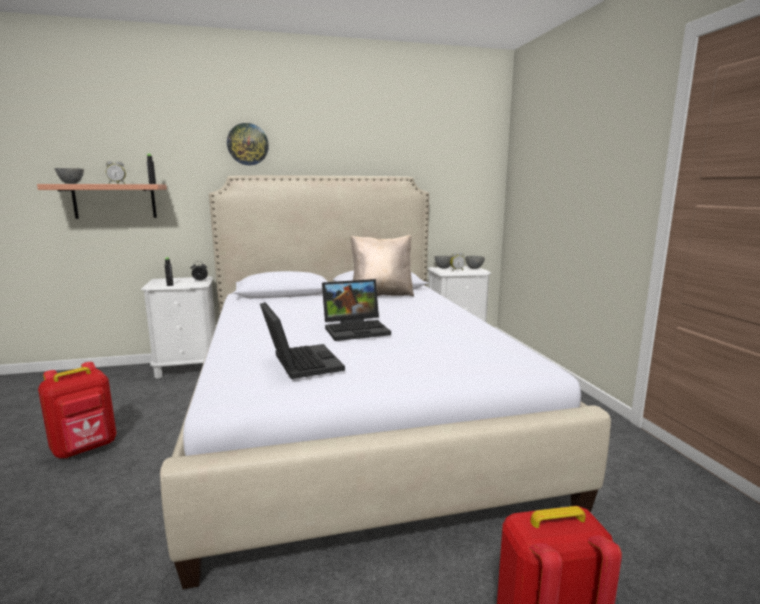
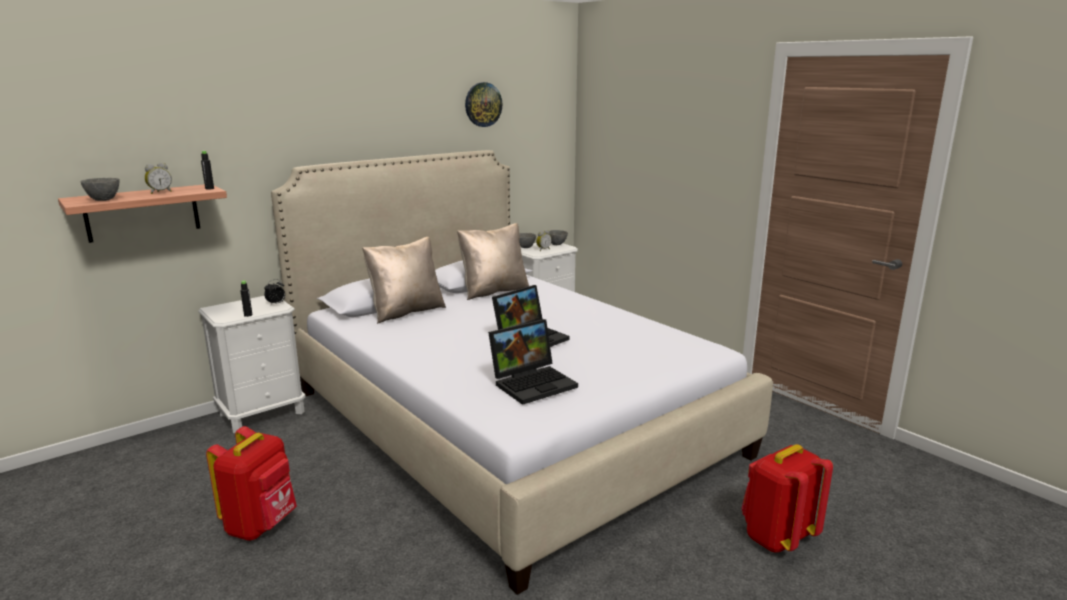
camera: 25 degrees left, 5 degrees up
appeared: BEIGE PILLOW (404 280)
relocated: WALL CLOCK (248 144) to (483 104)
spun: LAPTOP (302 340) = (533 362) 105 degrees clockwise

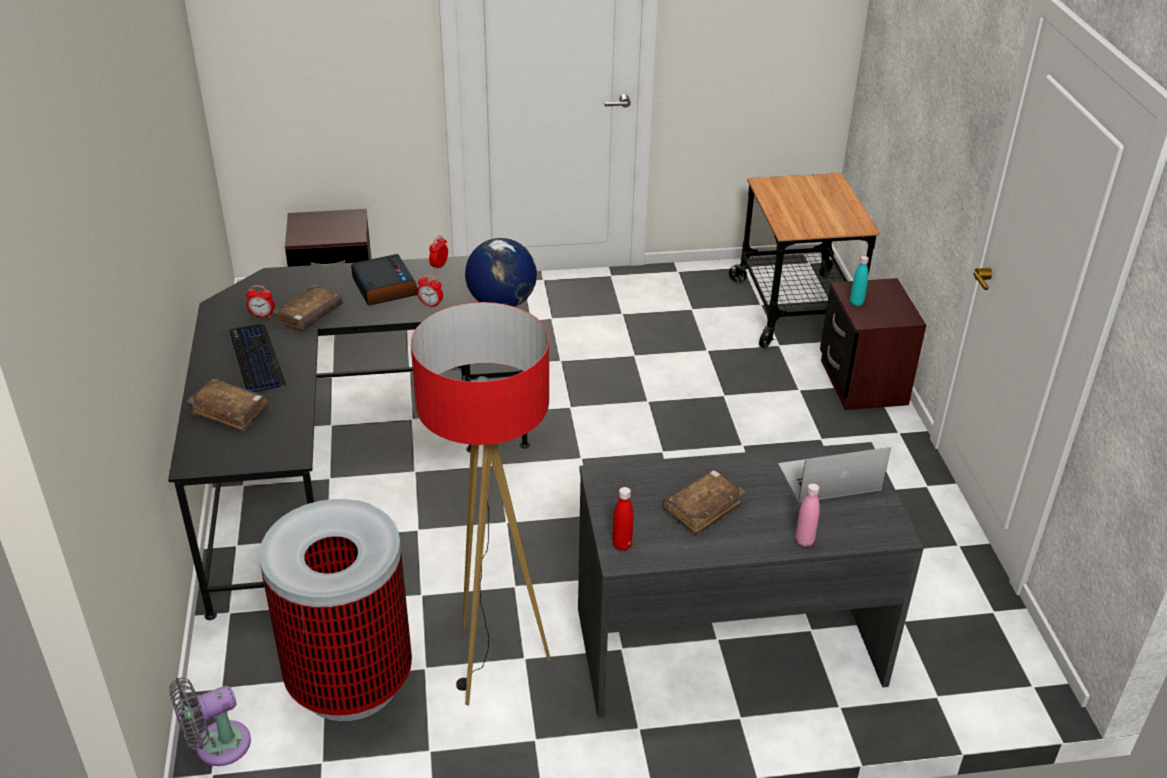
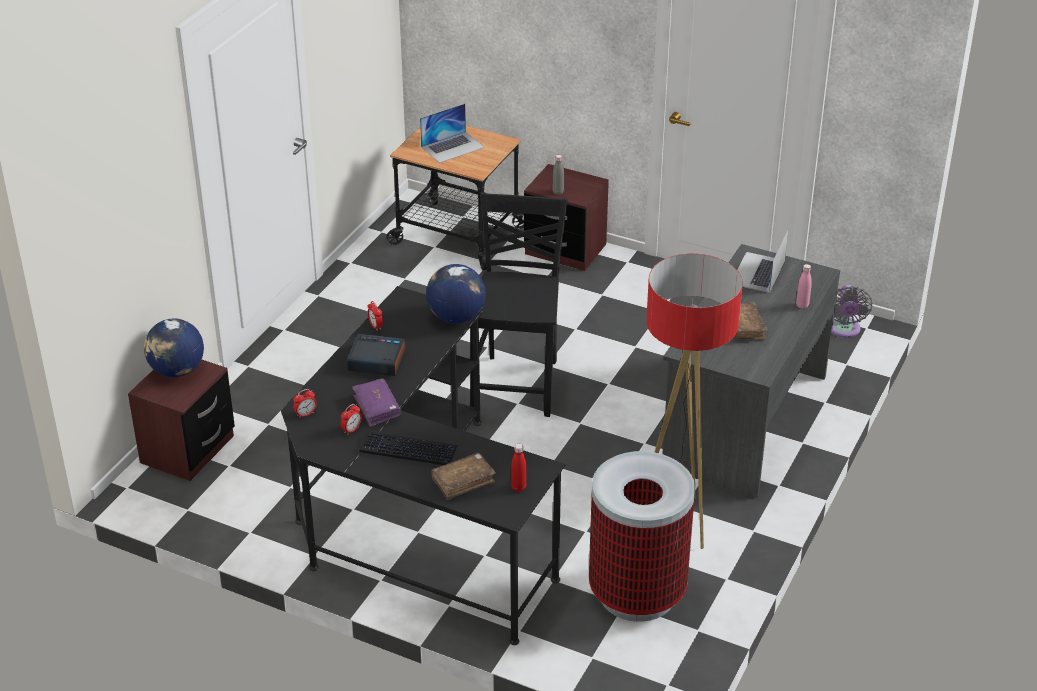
camera: 55 degrees left, 0 degrees up
appeared: GLOBE (174 348); LAPTOP (452 133); BLACK CHAIR (519 304)
relocated: GREY FAN (210 721) to (852 311); ALARM CLOCK (430 291) to (305 403); RED BOTTLE (623 519) to (518 468)
colour: BROWN BOOK (308 307) to PURPLE BOOK (376 403); TURQUOISE BOTTLE (859 281) to GREY BOTTLE (558 175)

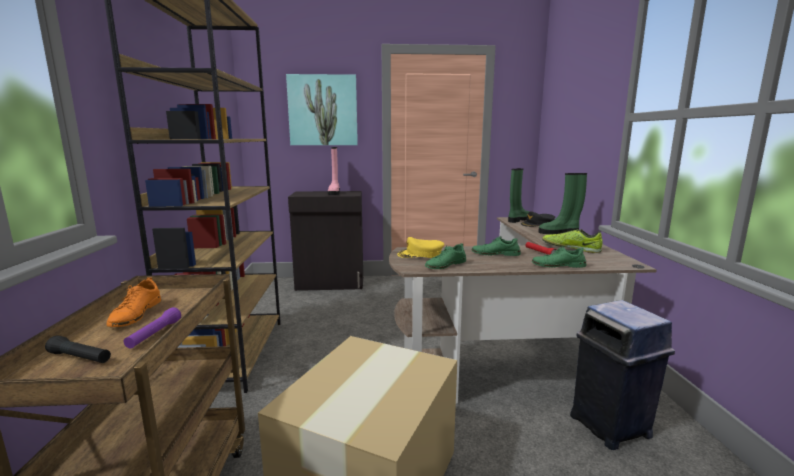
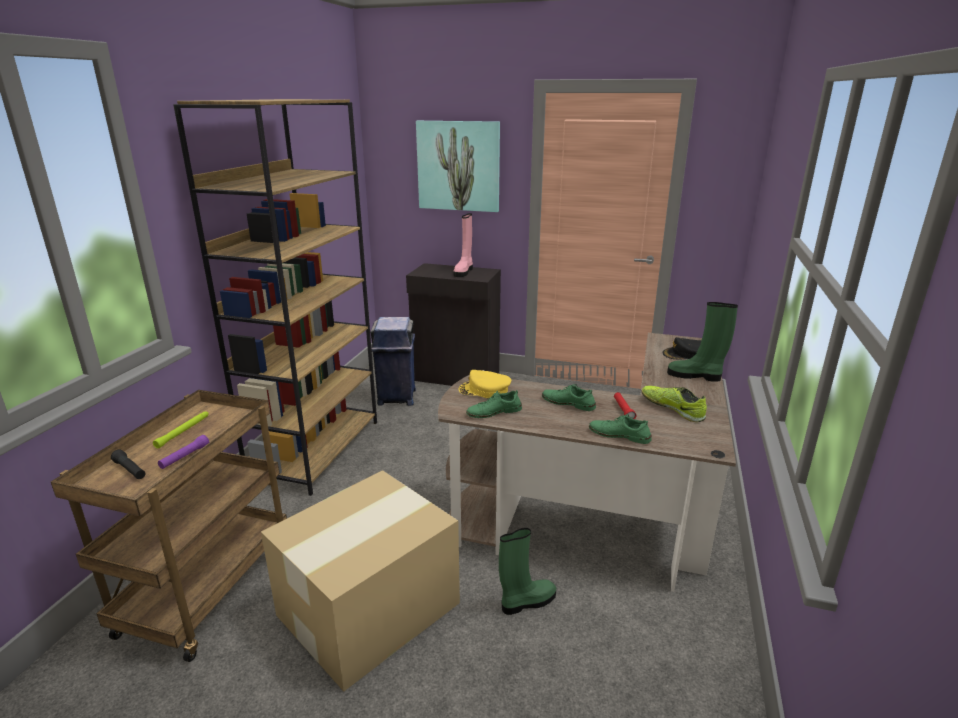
camera: 20 degrees right, 10 degrees up
relocated: GREEN BOOT (518 195) to (527 571); BLUE TRASH CAN (622 375) to (393 361)
exchanged: ORANGE SHOE (134 302) to GREEN FLASHLIGHT (180 430)

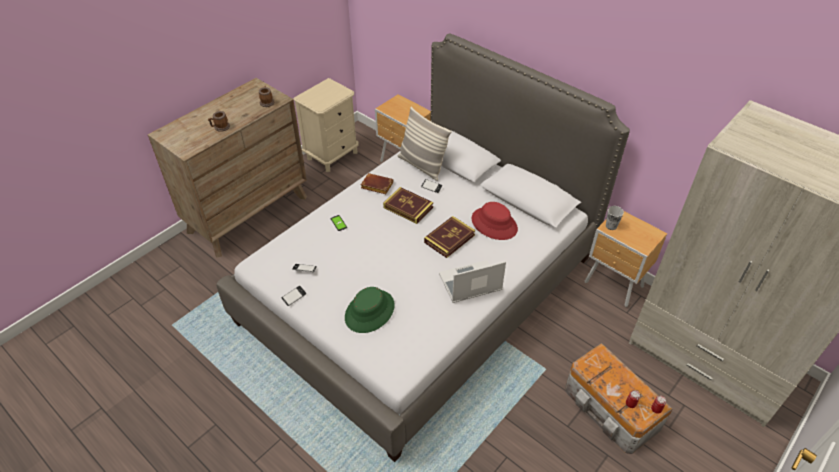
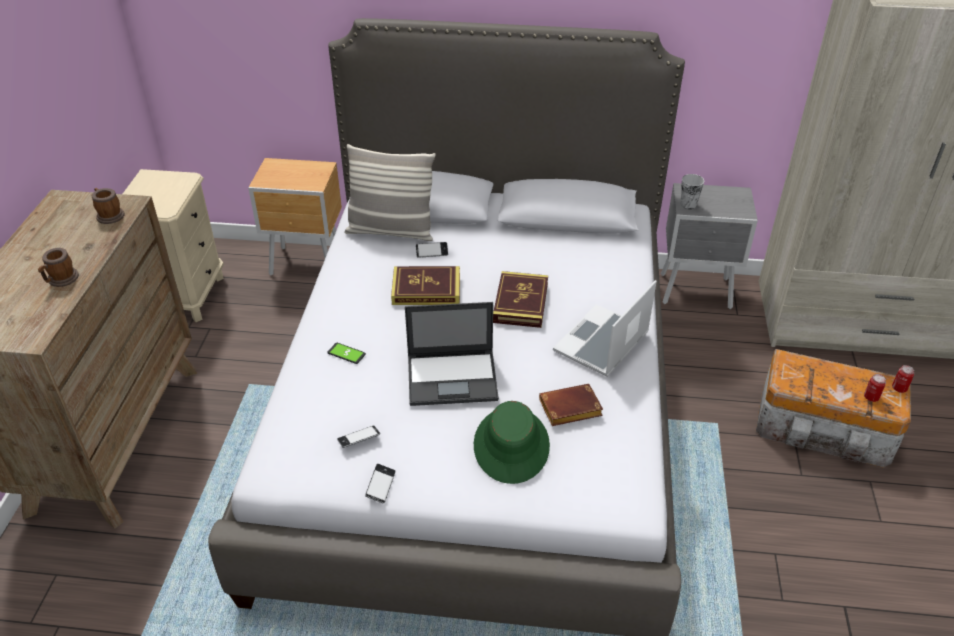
camera: 35 degrees left, 5 degrees down
missing: RED HAT (494 221)
appeared: LAPTOP (452 354)
relocated: BROWN BOOK (377 183) to (571 405)
colour: BROWN NIGHTSTAND (626 259) to GREY NIGHTSTAND (709 246)

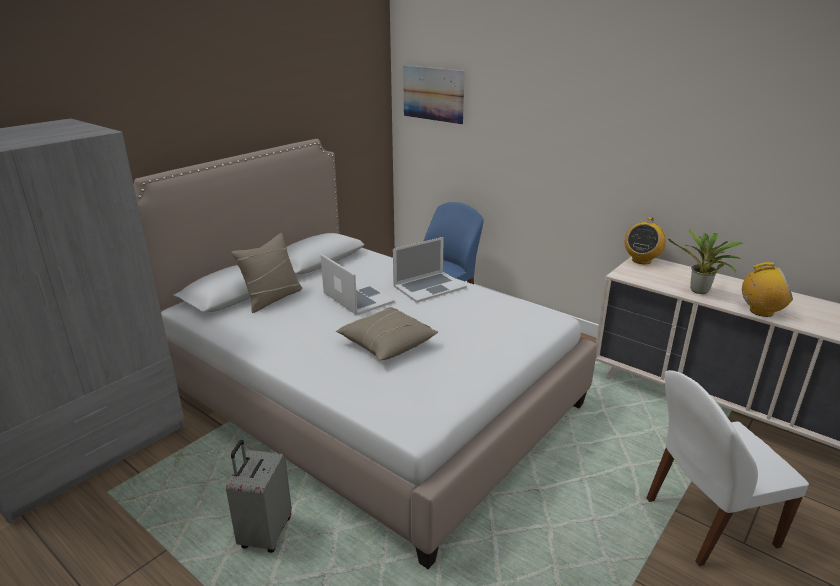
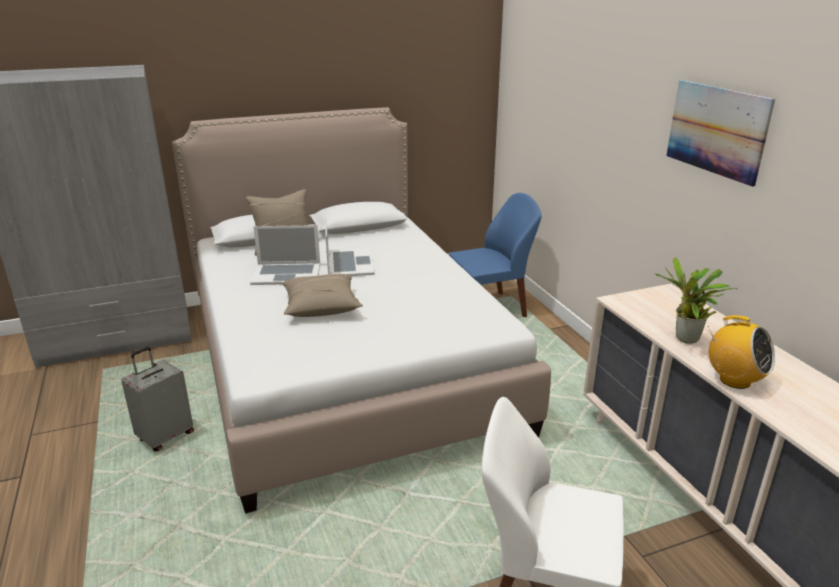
camera: 30 degrees right, 0 degrees up
missing: RADIO (645 240)
relocated: LAPTOP (430 270) to (285 255); PICTURE (434 95) to (720 133)

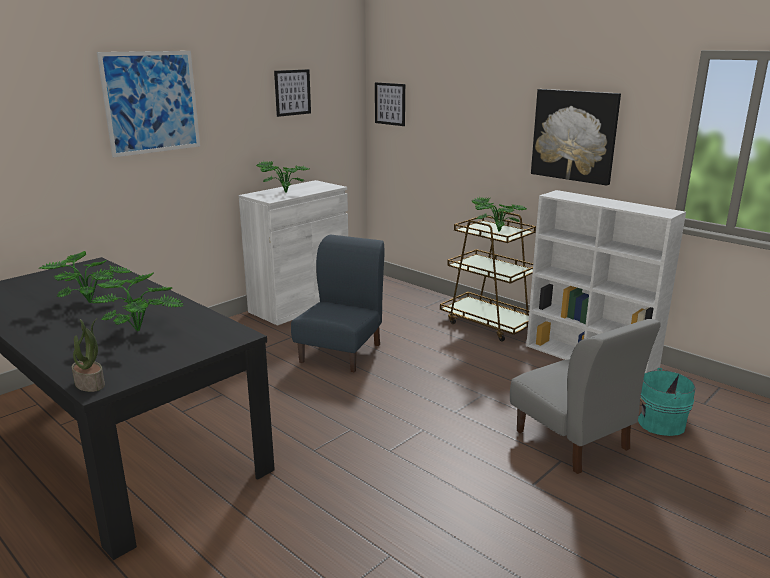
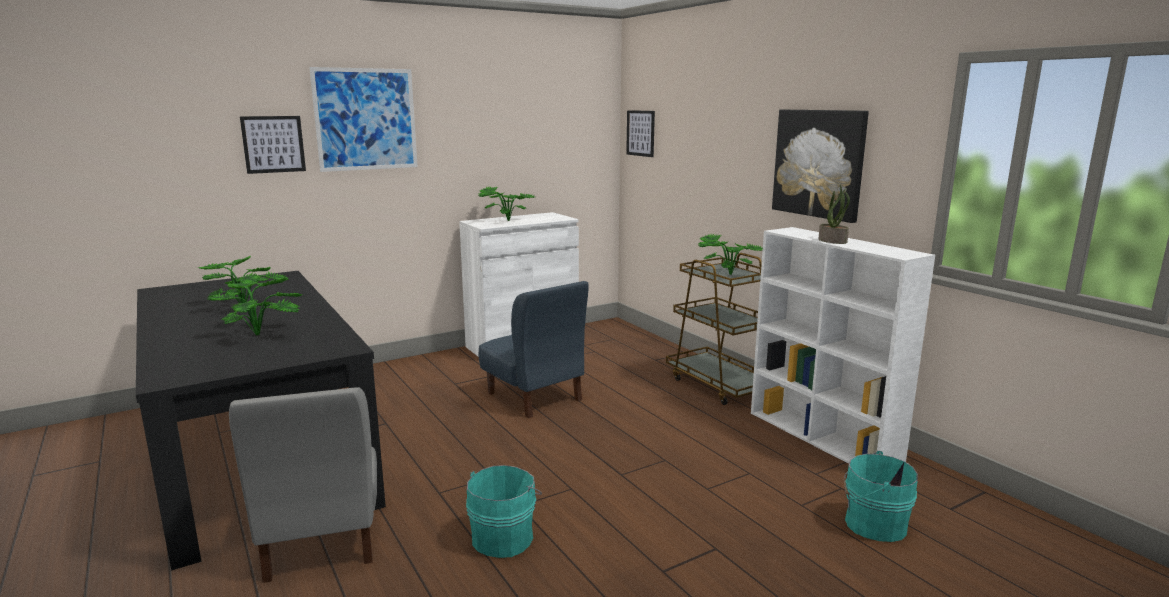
camera: 15 degrees right, 5 degrees down
appeared: TURQUOISE BUCKET (504 511)
relocated: POTTED PLANT (88 355) to (834 214); PICTURE (292 93) to (273 145); GREY CHAIR (585 396) to (303 485)
spun: BLUE CHAIR (337 303) = (534 349) 105 degrees clockwise

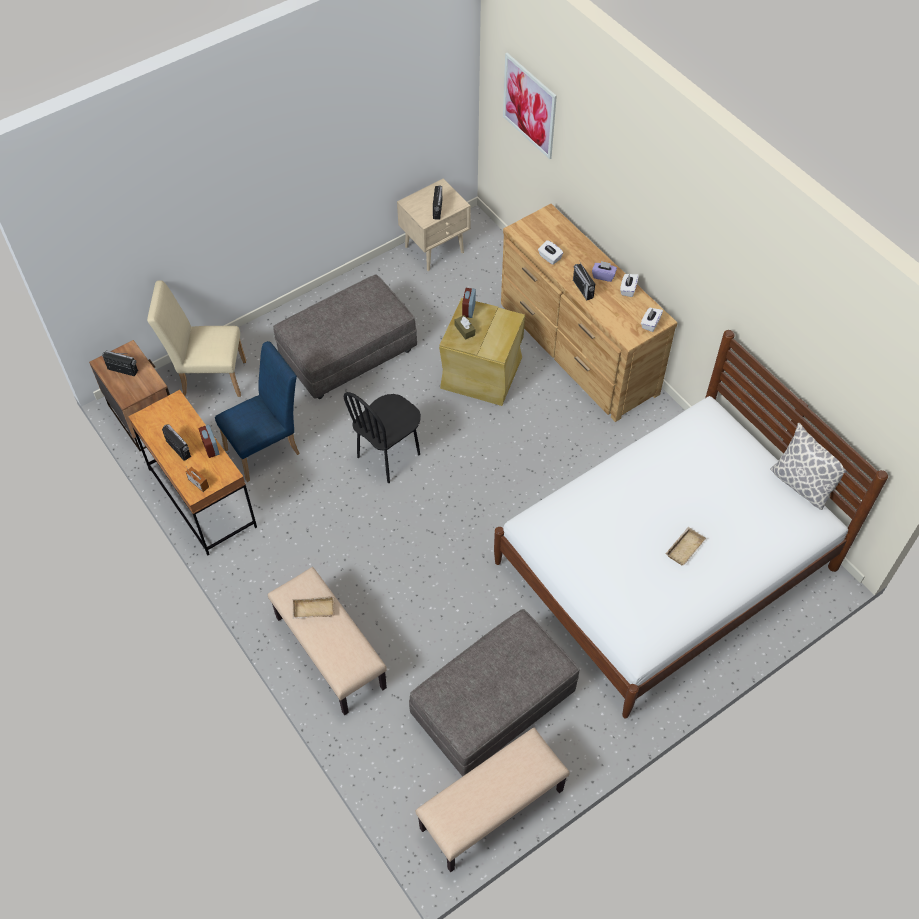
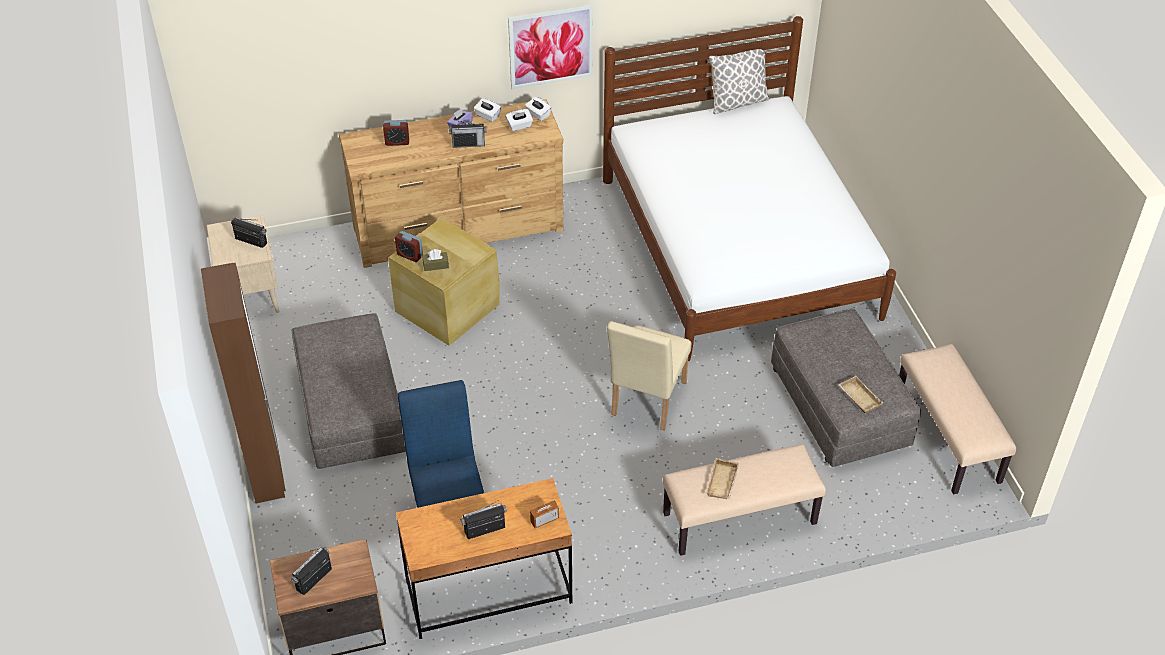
camera: 70 degrees left, 10 degrees down
missing: BLACK CHAIR (382 437)
appeared: BROWN WARDROBE (243 383)
relocated: BEIGE CHAIR (196 338) to (649 376); ALARM CLOCK (209 441) to (396 133); PICTURE (530 106) to (550 46); WHITE TISSUE BOX (550 252) to (519 120); BEIGE TRAY (686 546) to (860 394)

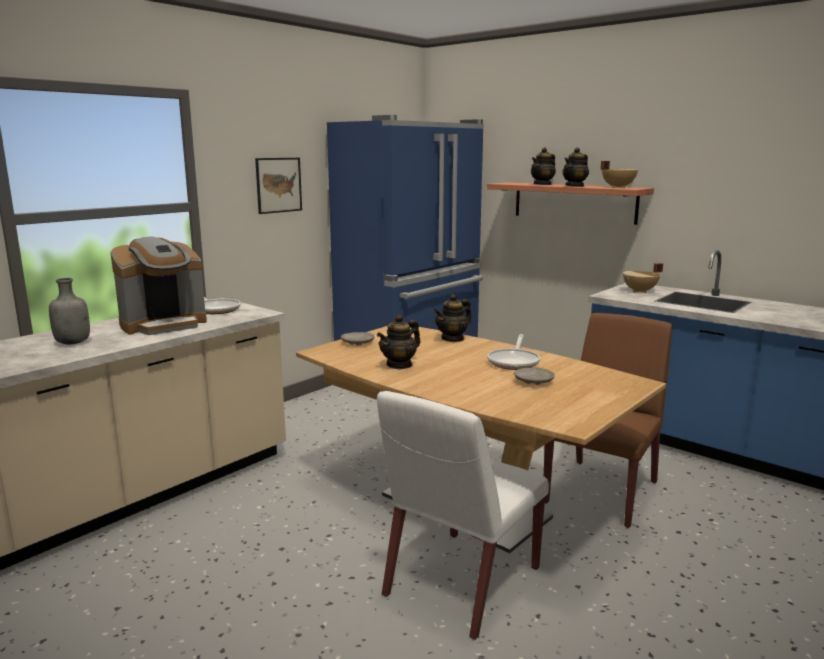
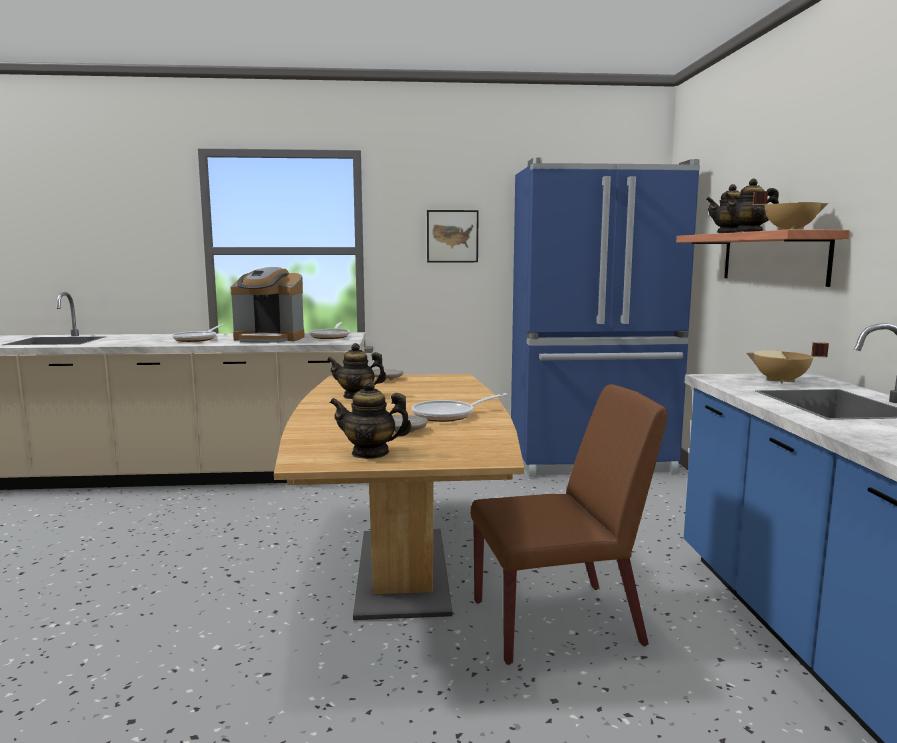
camera: 45 degrees right, 5 degrees down
missing: WHITE CHAIR (463 515)
relocated: TEAPOT (453 318) to (371 419)
exchanged: GREY BOTTLE (69 311) to FRYING PAN (198 333)

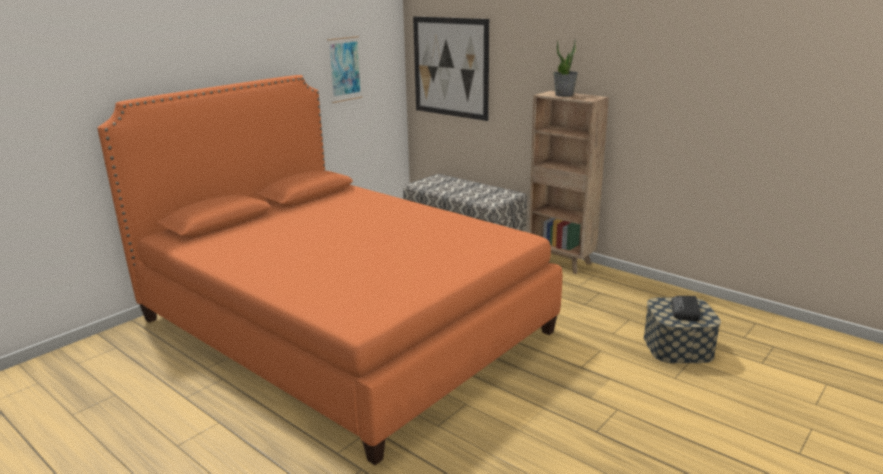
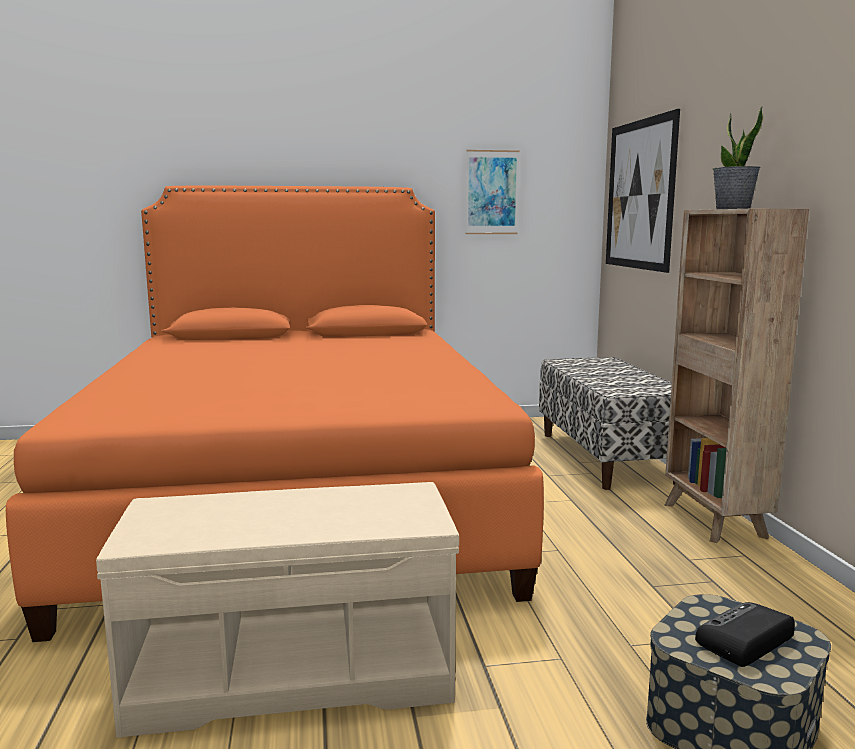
camera: 40 degrees right, 10 degrees down
appeared: BEIGE BENCH (277 610)

